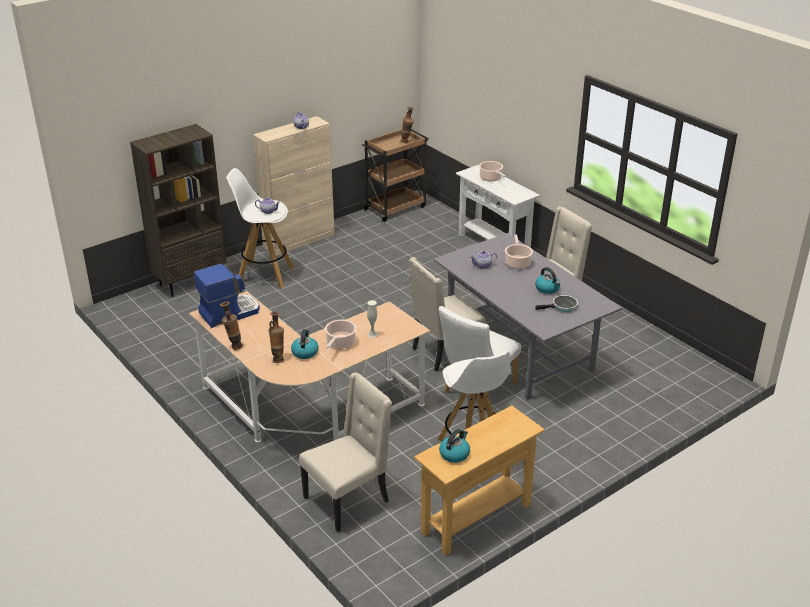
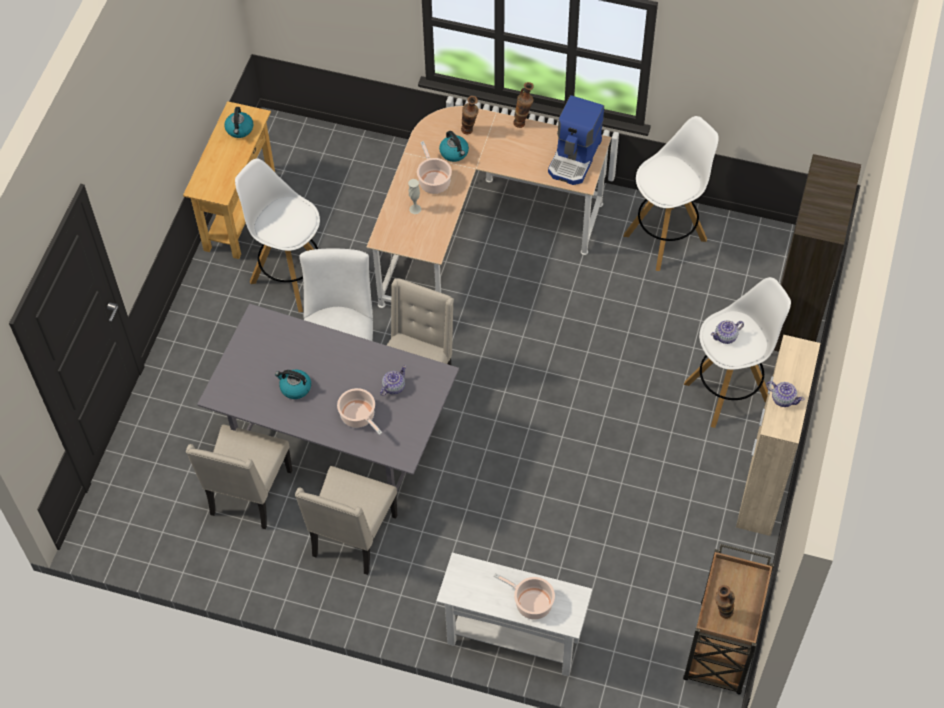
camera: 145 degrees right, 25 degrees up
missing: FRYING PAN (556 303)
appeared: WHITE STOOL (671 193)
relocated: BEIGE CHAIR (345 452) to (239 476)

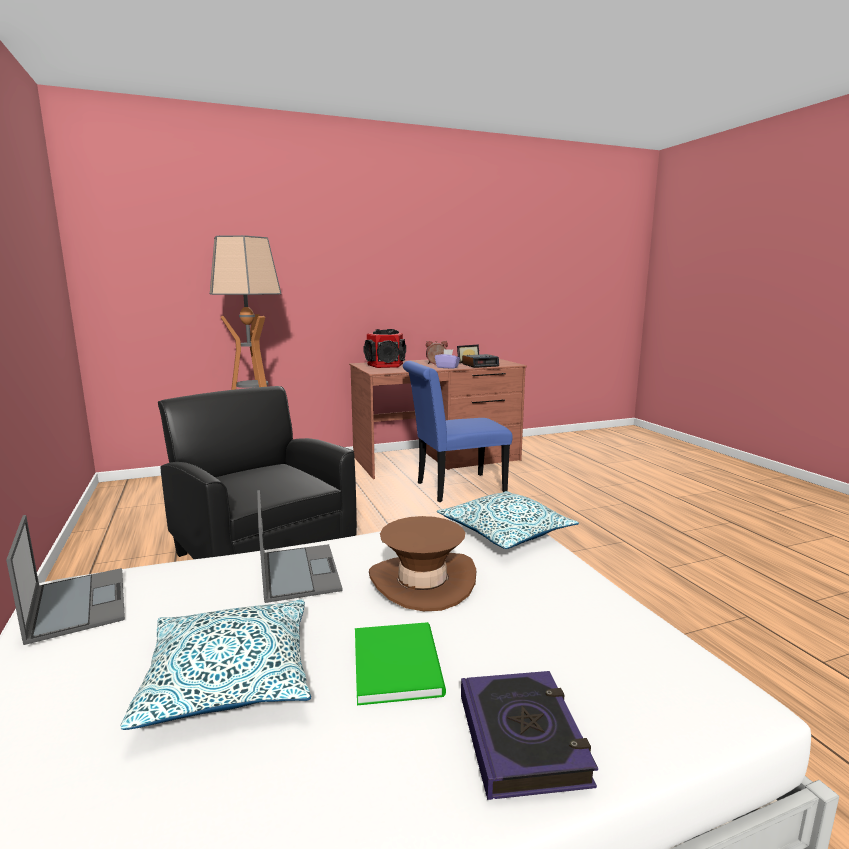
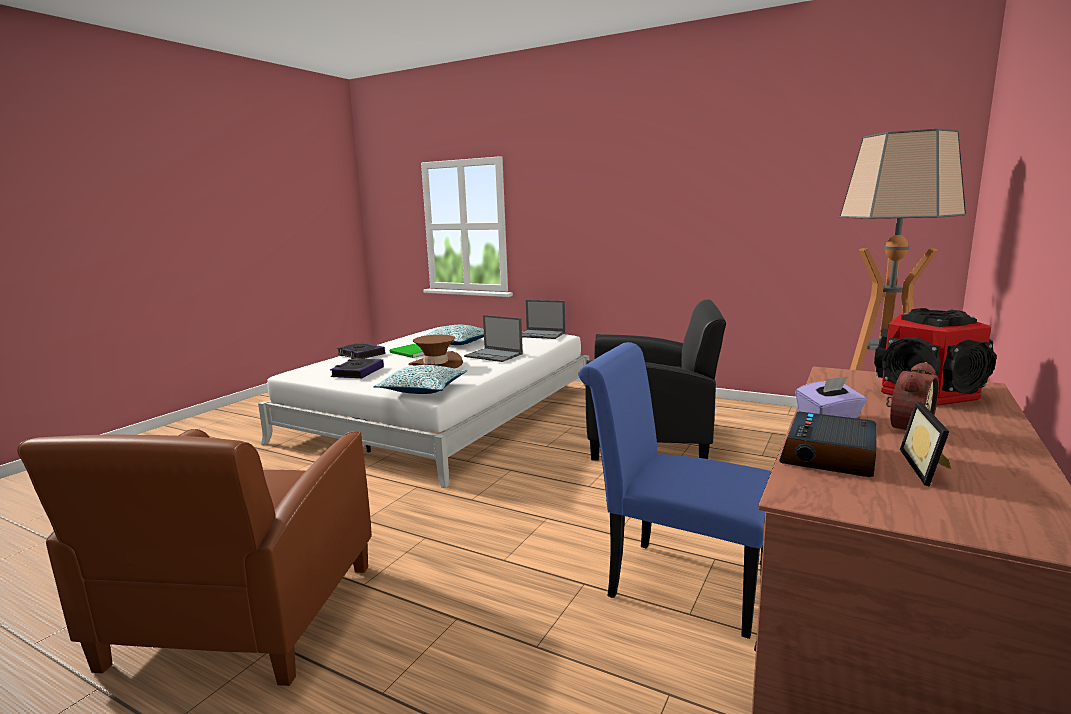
camera: 140 degrees right, 0 degrees up
appeared: BROWN ARMCHAIR (194 557); BOOK (357 368)
spun: BLUE CHAIR (458 431) = (675 490) 90 degrees counterclockwise

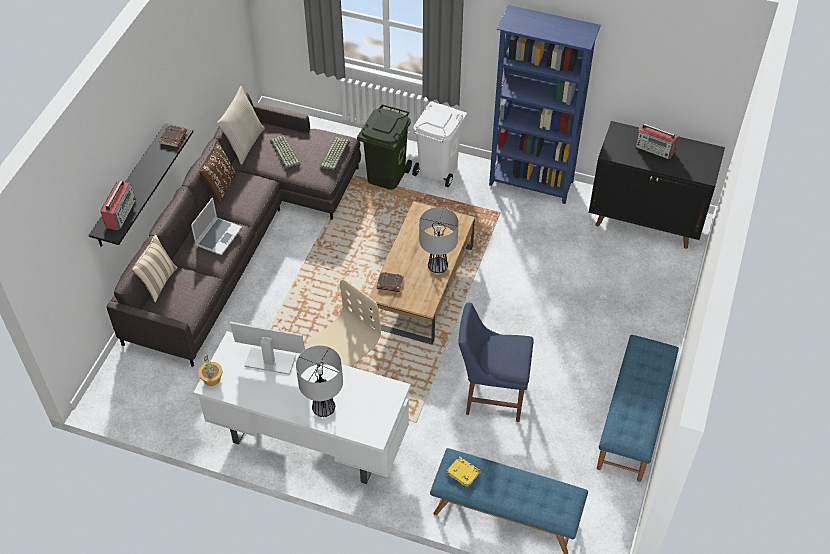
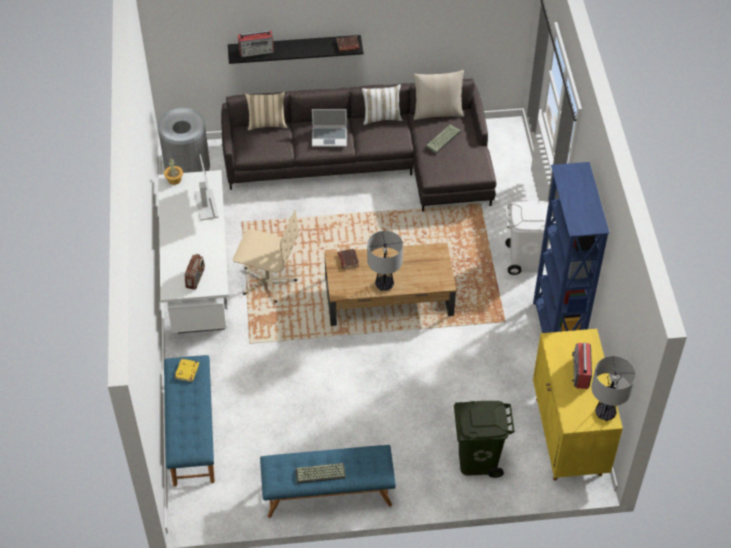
camera: 65 degrees right, 0 degrees up
missing: BLUE CHAIR (496 362)
appeared: GREY TRASH CAN (184 140); RADIO (195 272)
relocated: TABLE LAMP (319 381) to (613 388); KEYBOARD (335 154) to (320 473); GREEN TRASH CAN (384 147) to (484 439)
colour: BROWN PILLOW (218 172) to WHITE PILLOW (382 104); BLACK CABINET (657 185) to YELLOW CABINET (578 405)

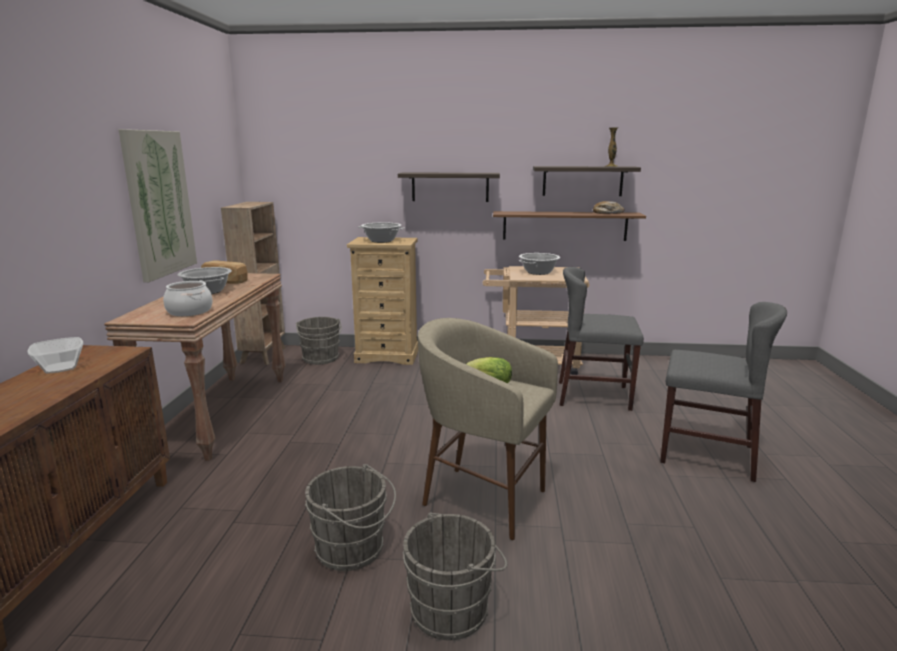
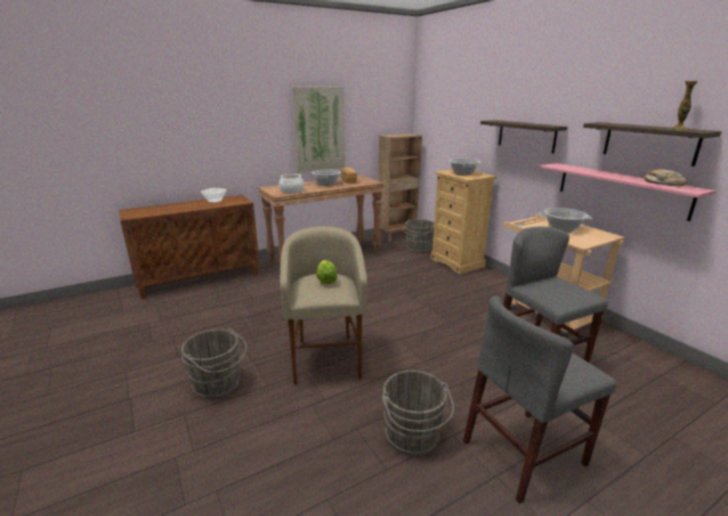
camera: 55 degrees right, 5 degrees up
relocated: GREY BUCKET (350 517) to (418 413)
colour: BROWN SHELF (569 226) to PINK SHELF (627 192)
spun: GREY CHAIR (723 392) = (540 400) 75 degrees clockwise

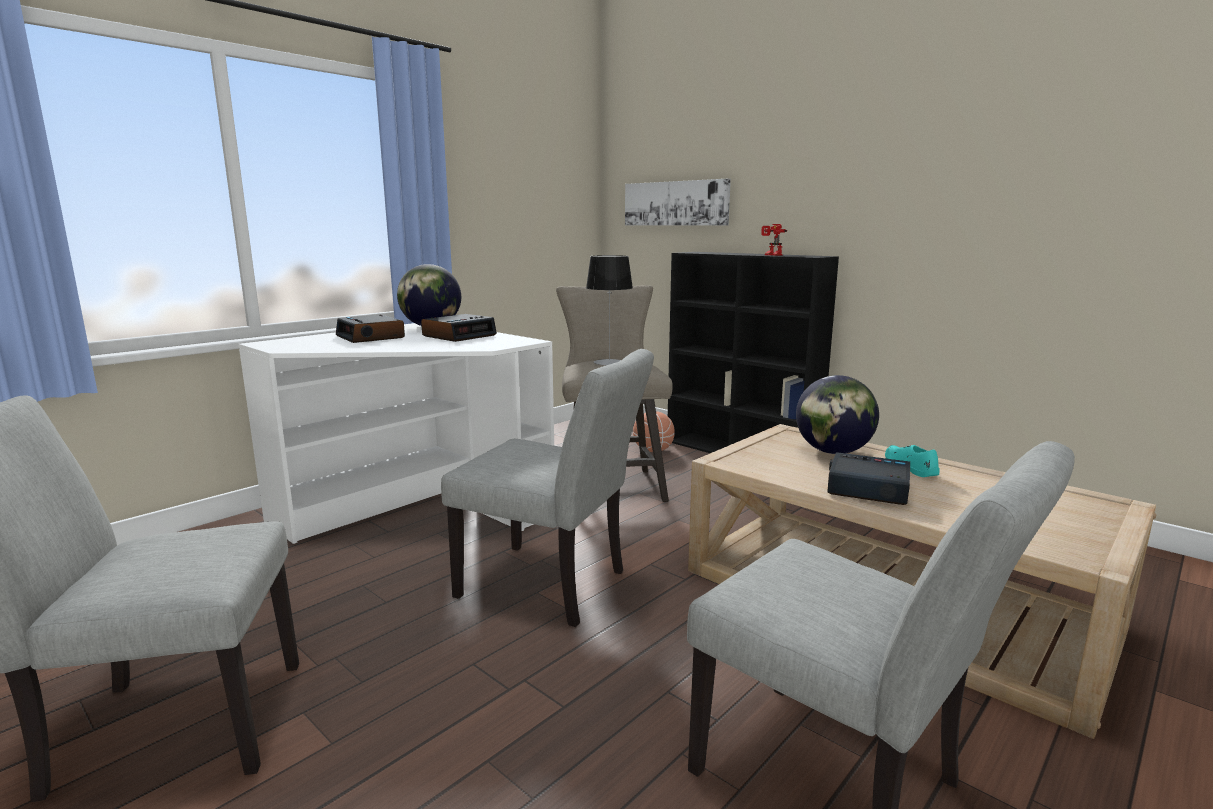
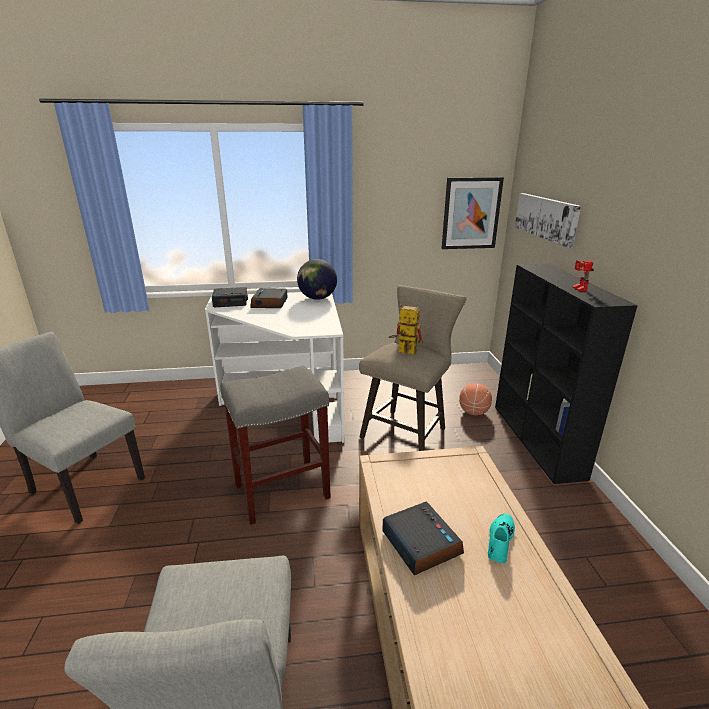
camera: 40 degrees right, 10 degrees up
missing: GLOBE (837 414)
appeared: PICTURE (473 213)
relocated: ALARM CLOCK (459 328) to (230 297)
exchanged: GREY CHAIR (547 488) to GREY STOOL (275 445); TABLE LAMP (609 310) to TOY ROBOT (406 329)

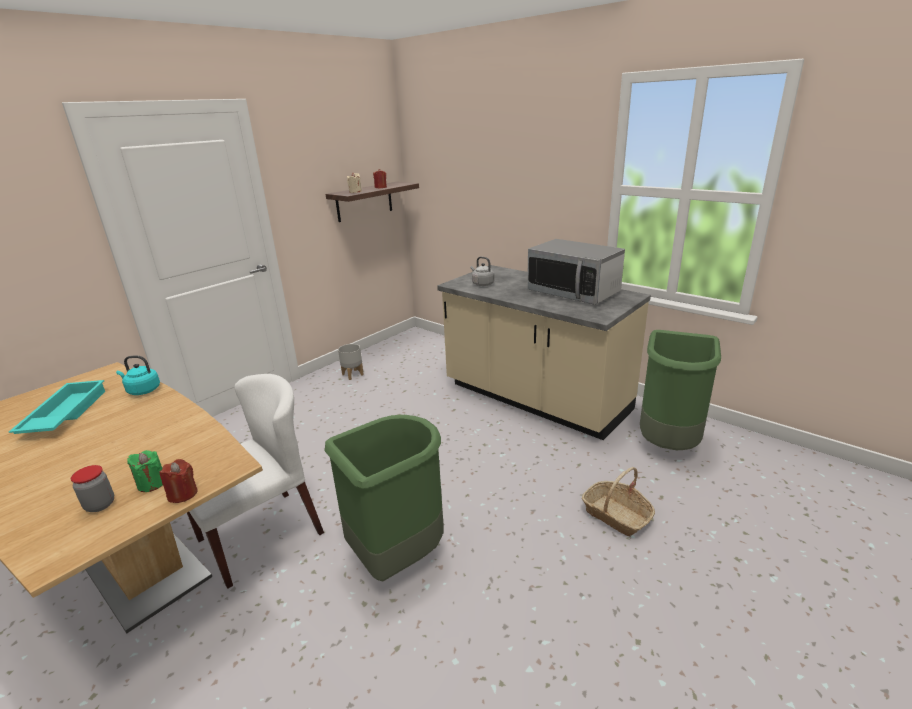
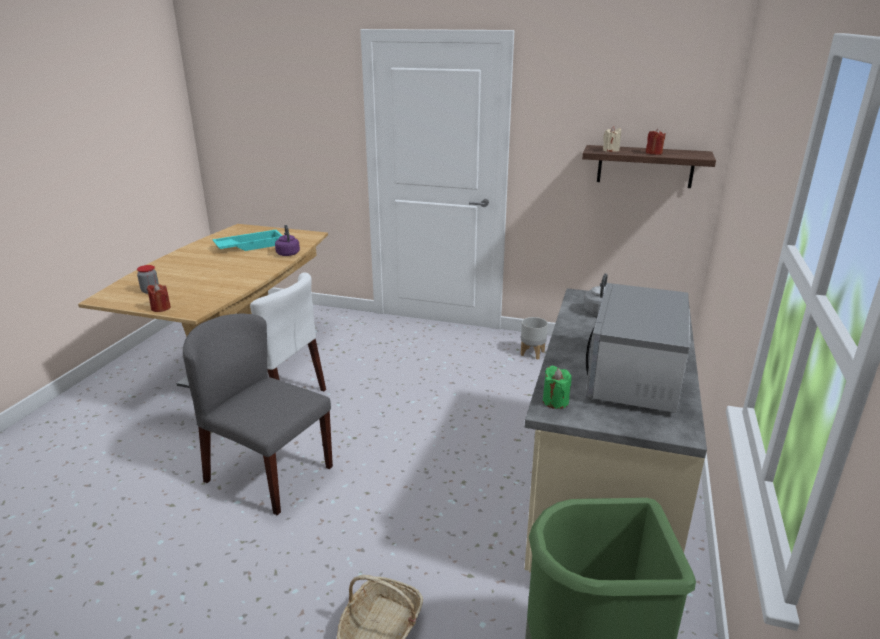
camera: 65 degrees right, 0 degrees up
relocated: GREEN CANDLE (145 471) to (557 387)
exchanged: GREEN TRASH CAN (384 498) to GREY CHAIR (258 414)
colour: TURQUOISE KETTLE (138 375) to PURPLE KETTLE (287 240)

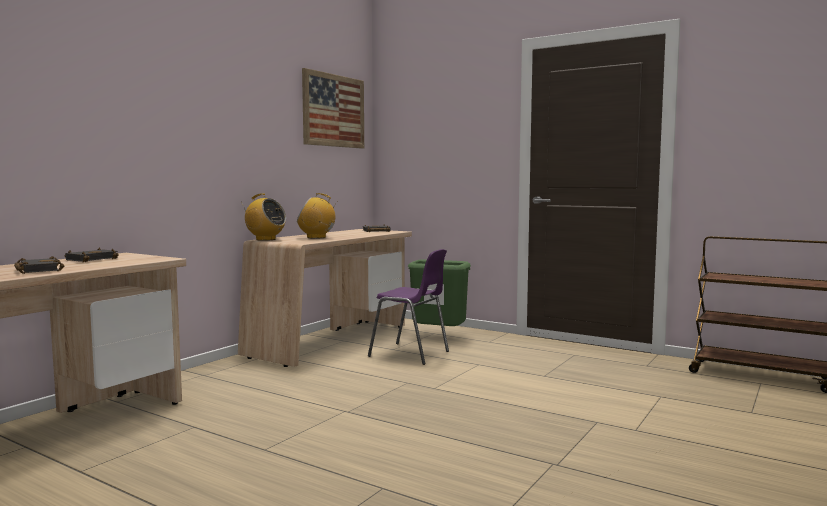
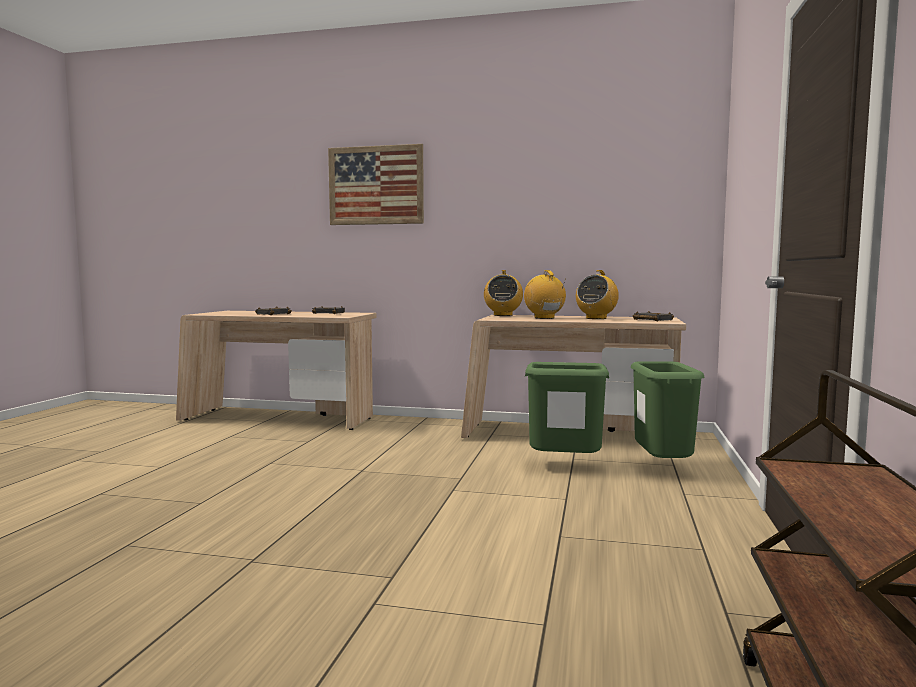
camera: 70 degrees right, 0 degrees up
appeared: RADIO (597 294)
relocated: PICTURE (333 108) to (376 184)
exchanged: PURPLE CHAIR (408 307) to GREEN TRASH CAN (567 407)

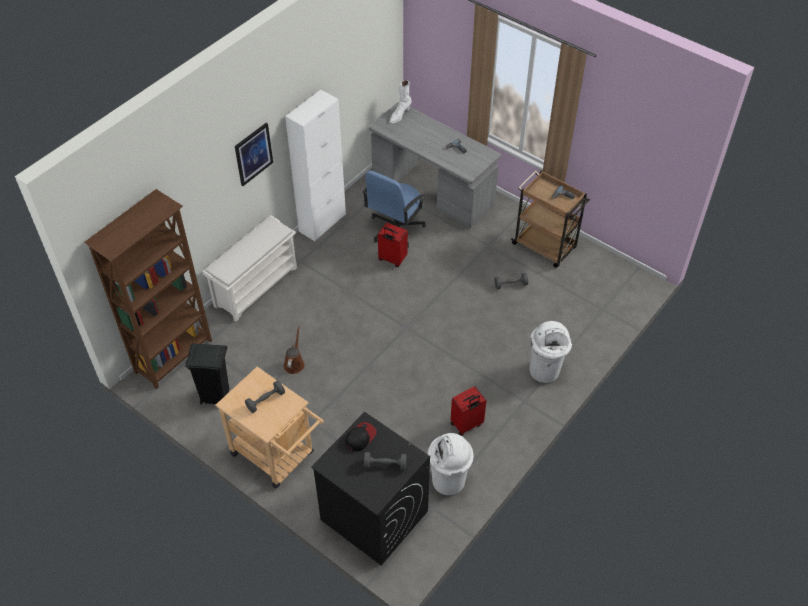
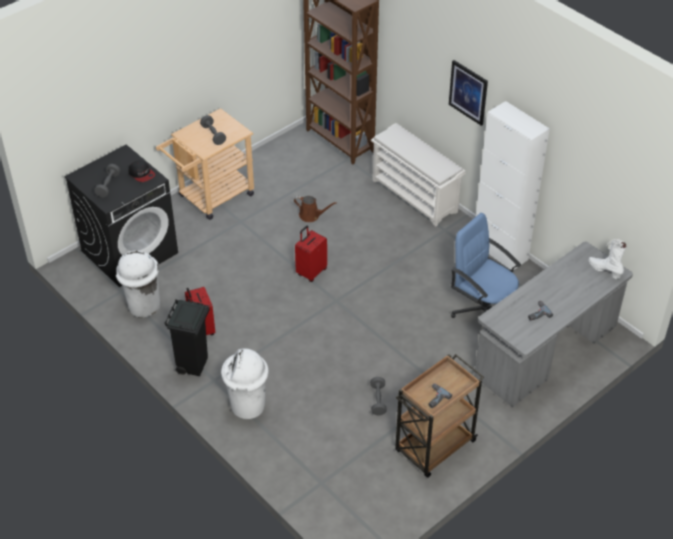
camera: 100 degrees right, 5 degrees down
relocated: BLACK TRASH CAN (207 374) to (187 337); RED SUITCASE (393 245) to (311 254)

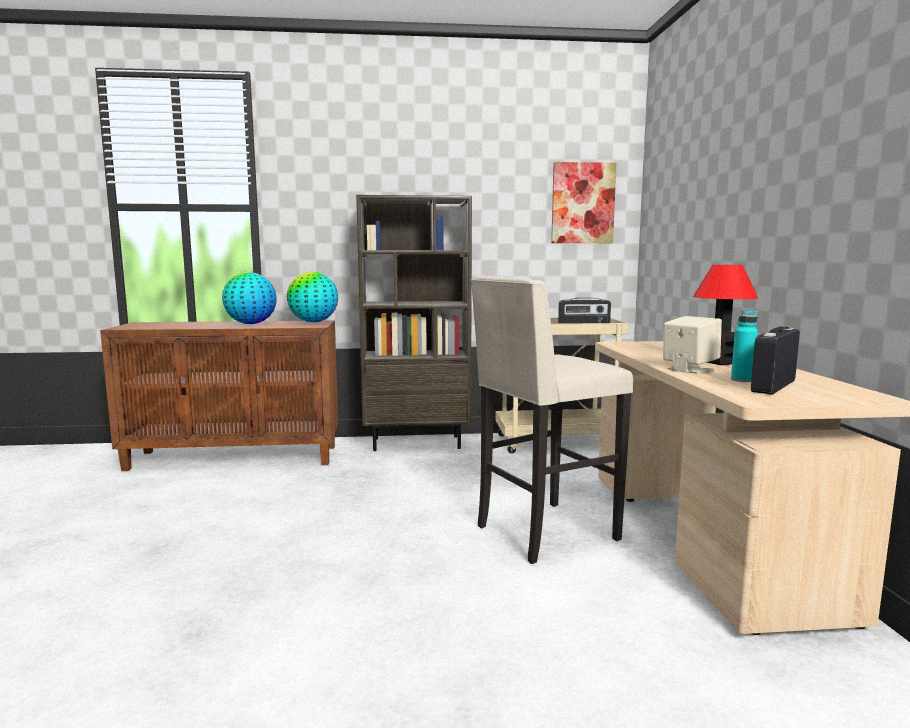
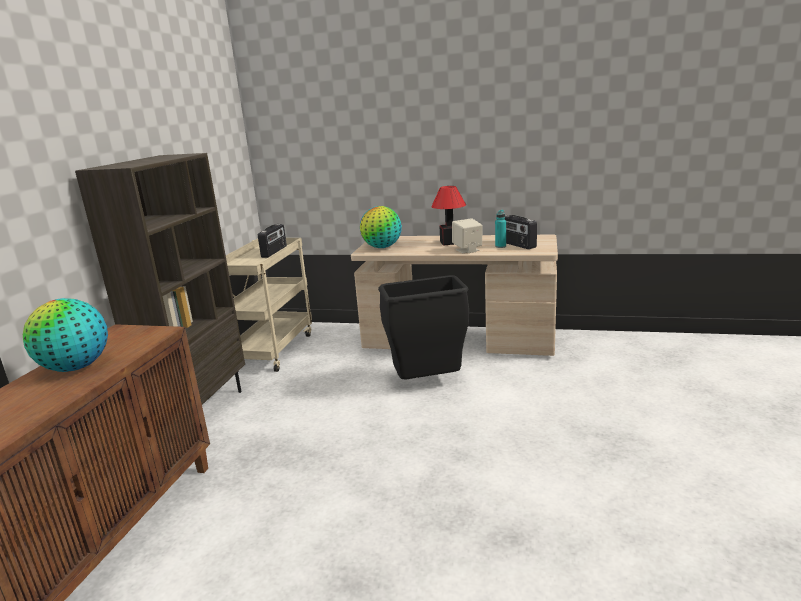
camera: 70 degrees left, 10 degrees up
missing: PICTURE (583 202)
relocated: GLOBE (312 297) to (381 227)
exchanged: BEIGE STOOL (552 420) to BLACK TRASH CAN (423 327)

